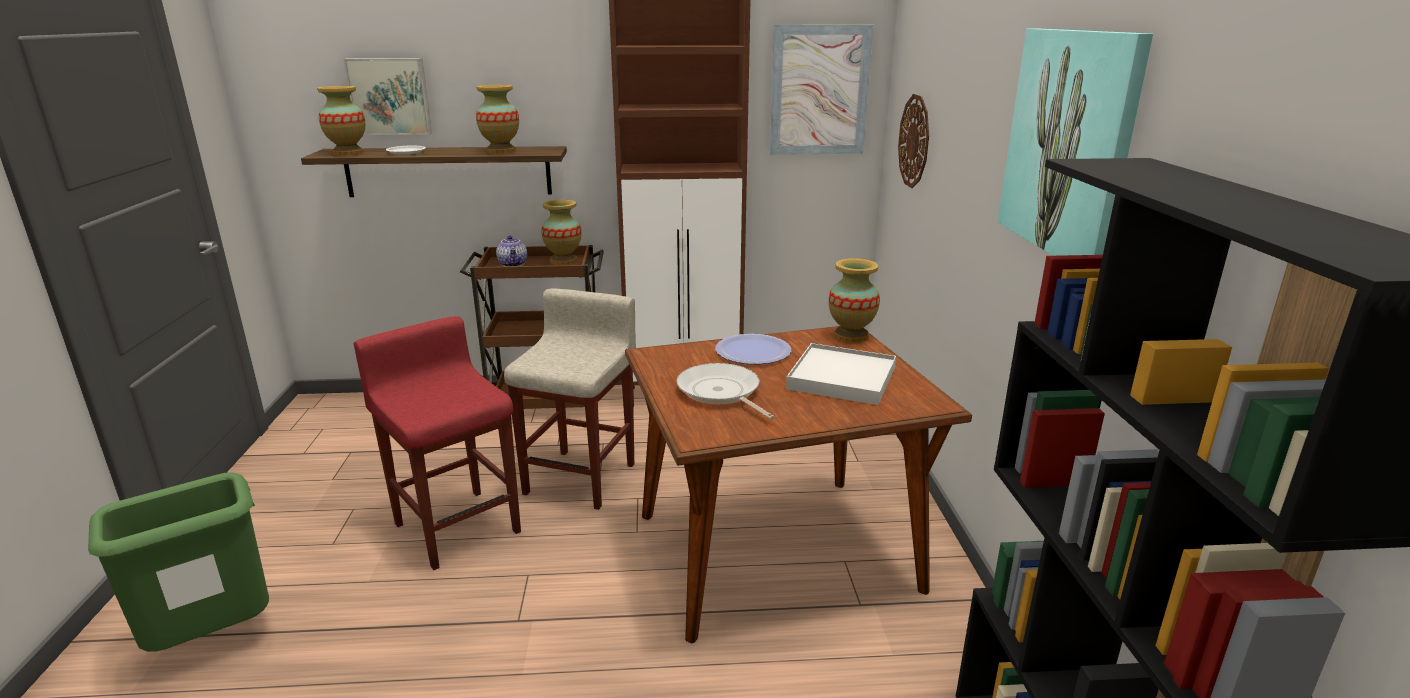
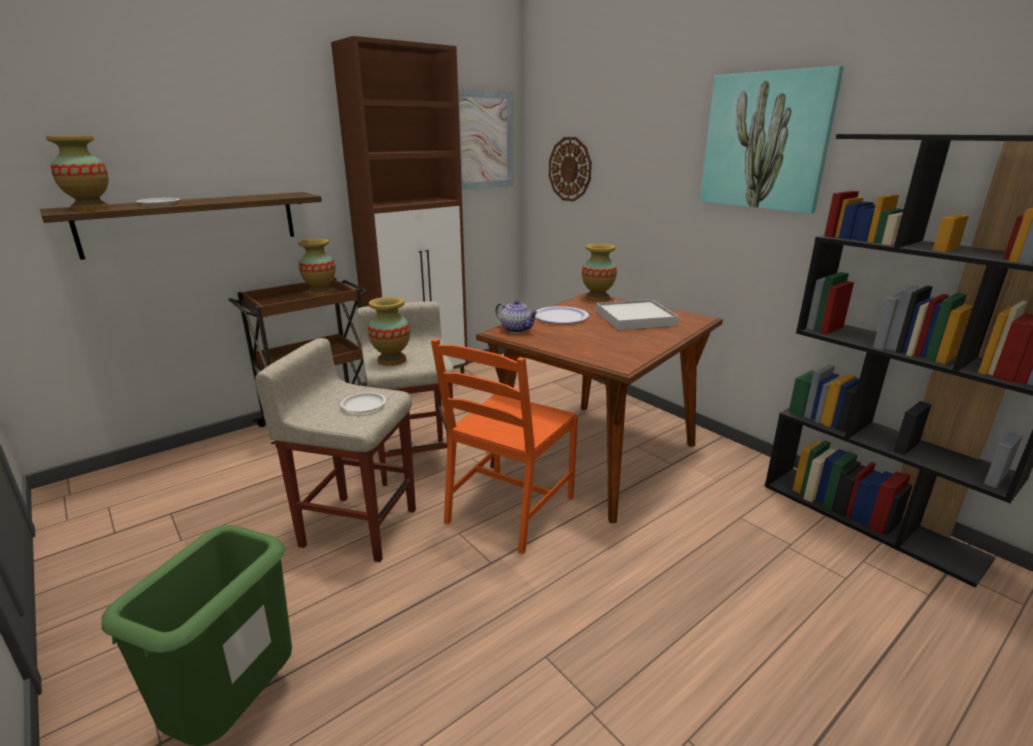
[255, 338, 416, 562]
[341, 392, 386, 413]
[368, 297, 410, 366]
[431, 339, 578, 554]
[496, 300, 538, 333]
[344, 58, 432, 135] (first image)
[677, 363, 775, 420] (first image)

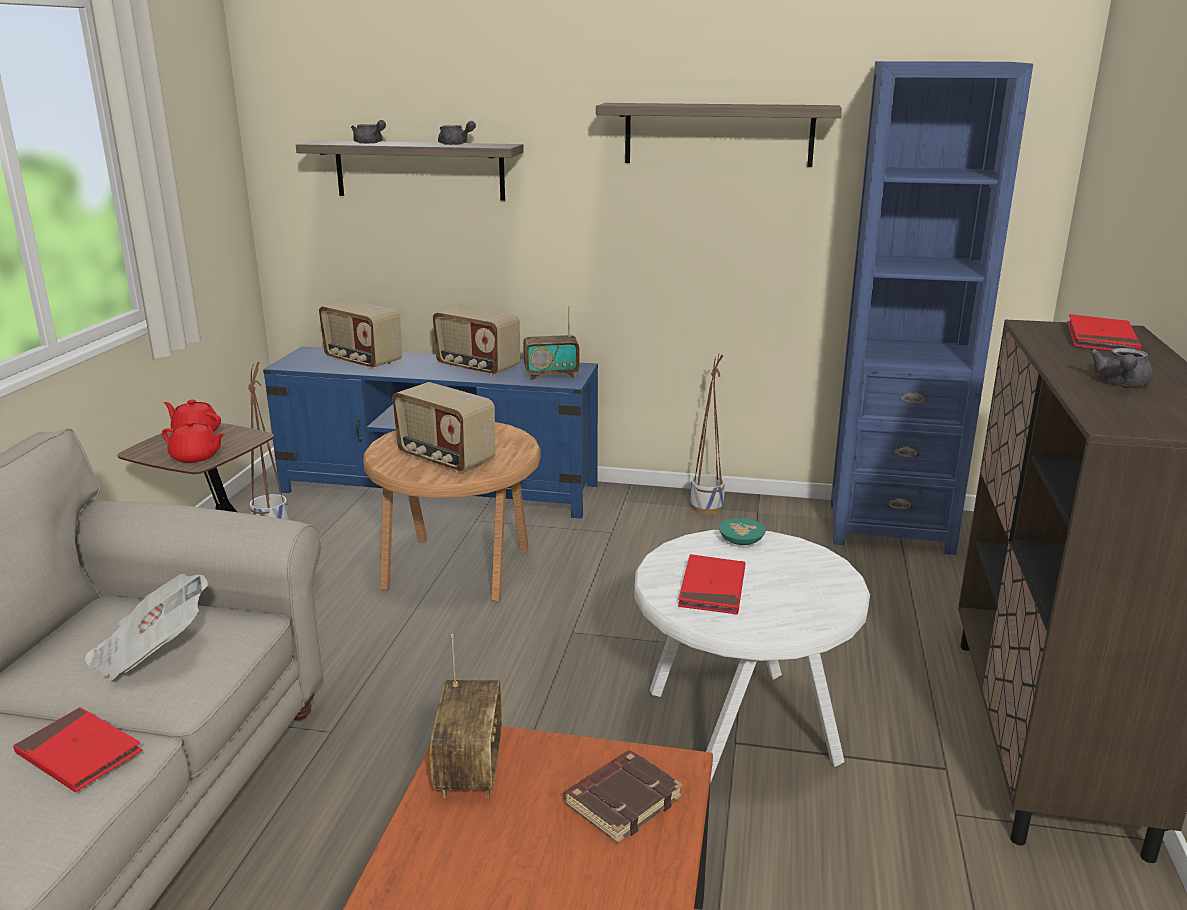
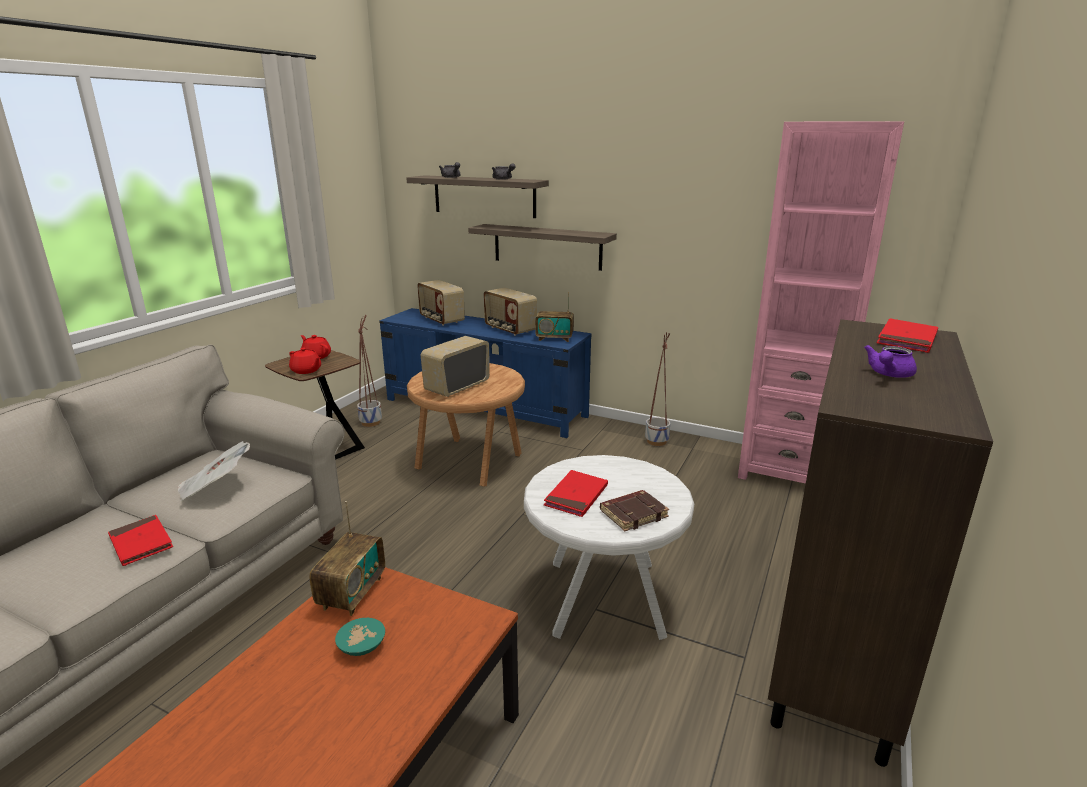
[335, 618, 385, 656]
[421, 336, 490, 397]
[468, 224, 617, 271]
[600, 490, 669, 531]
[738, 121, 904, 484]
[864, 345, 917, 378]

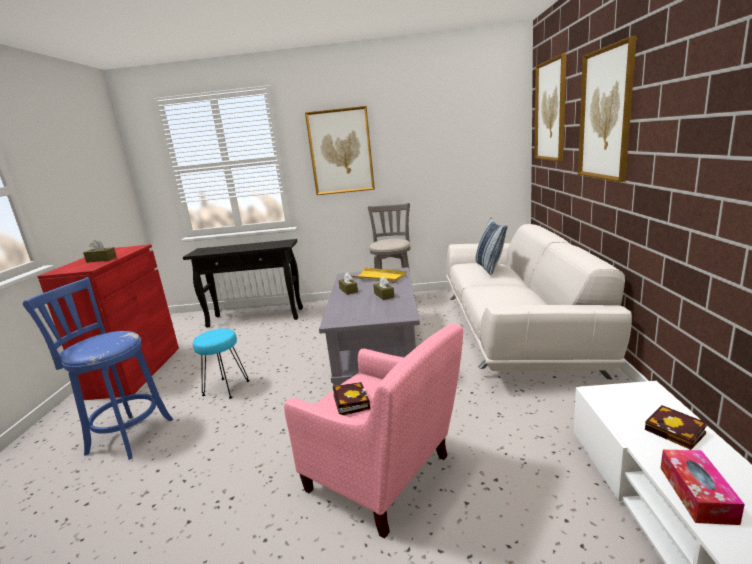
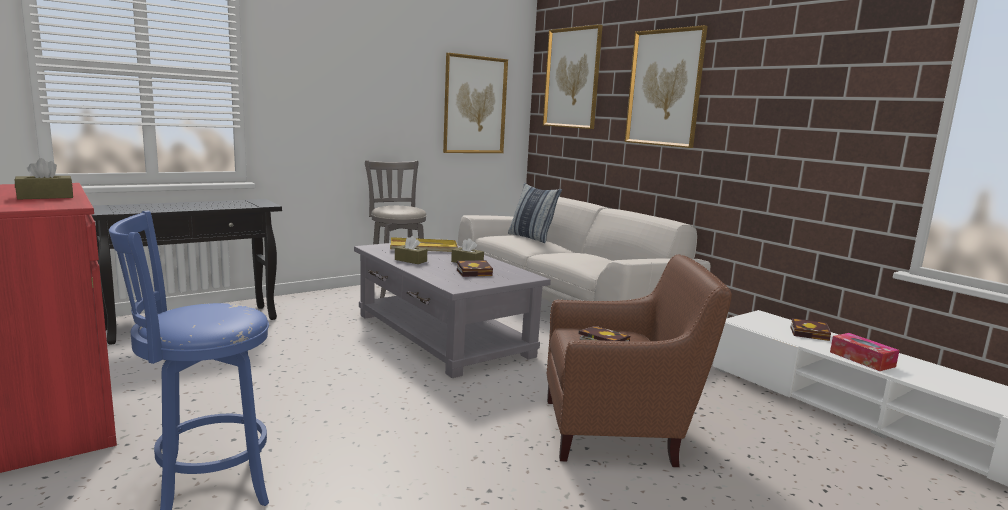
[443, 53, 508, 153]
[457, 260, 493, 277]
[546, 254, 732, 467]
[193, 329, 250, 399] (first image)

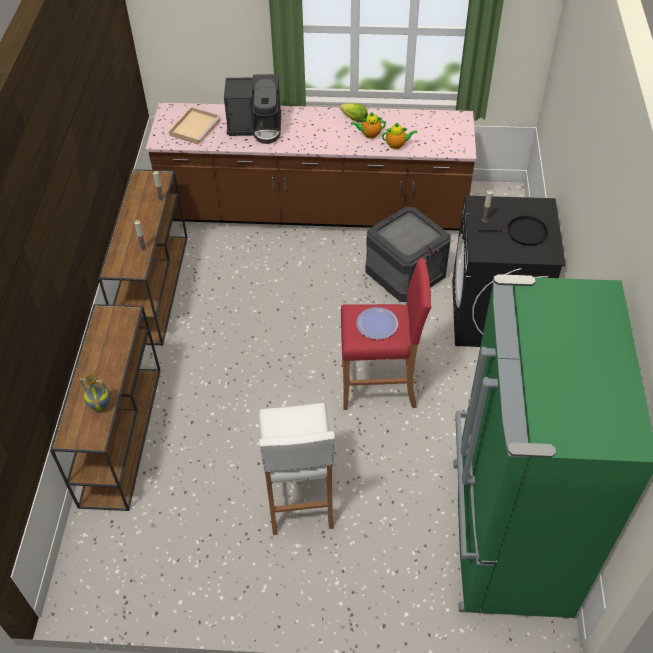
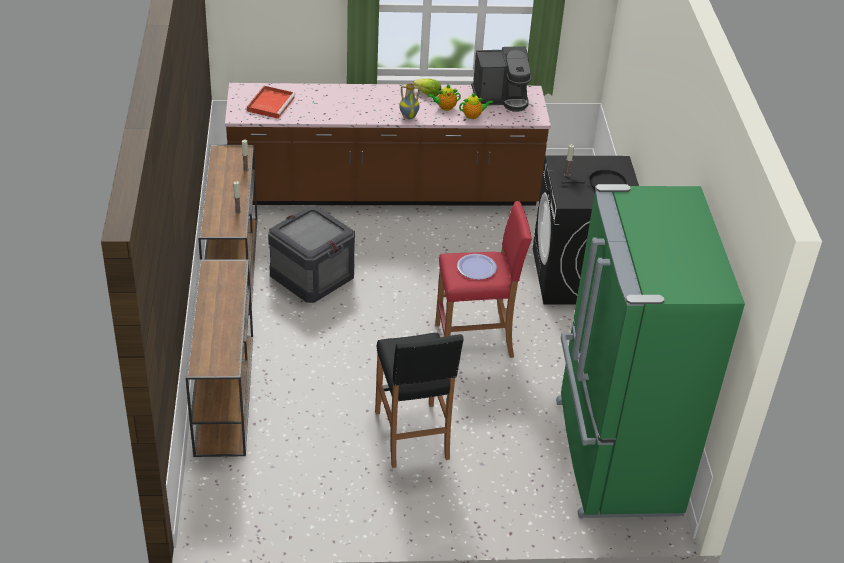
[247, 86, 296, 119]
[268, 206, 355, 303]
[375, 332, 464, 468]
[399, 83, 420, 119]
[471, 46, 531, 112]

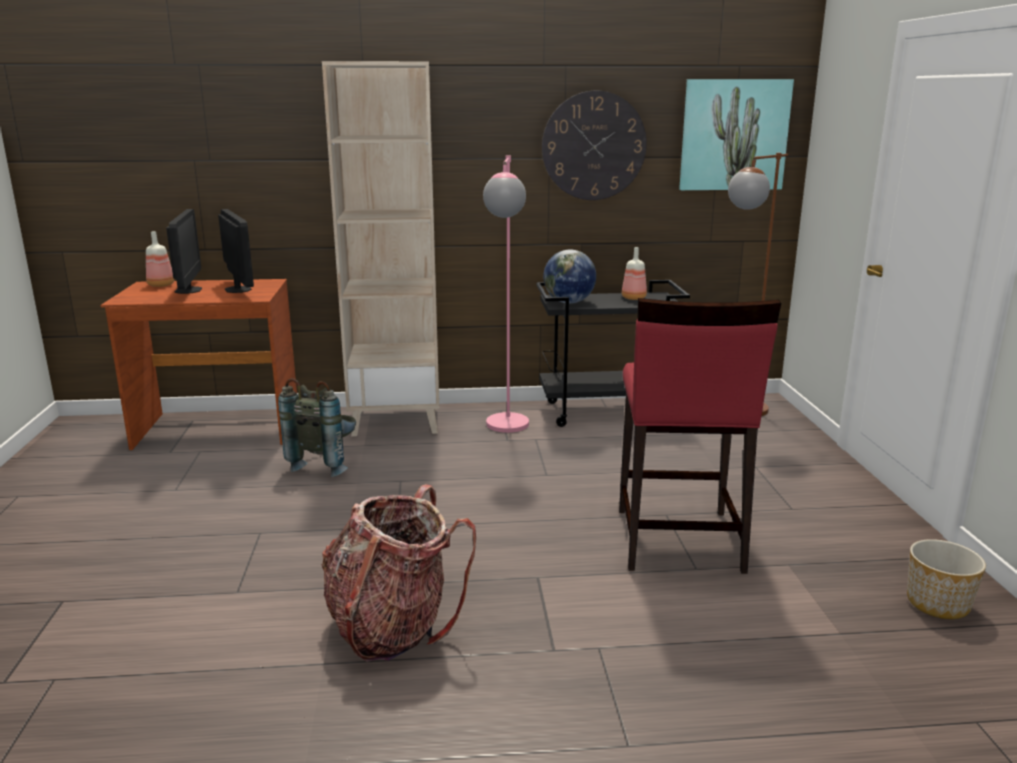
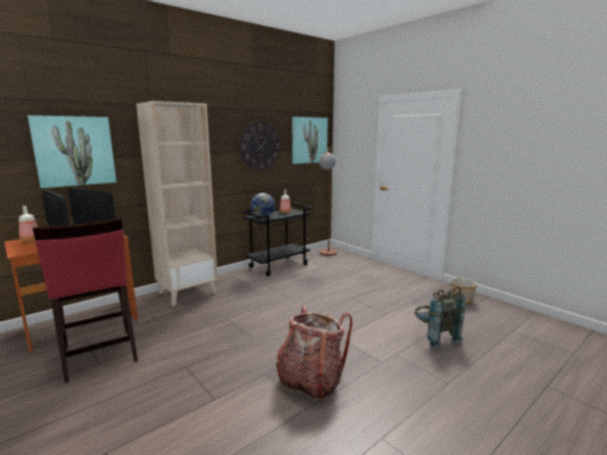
[28, 115, 116, 188]
[33, 218, 138, 383]
[415, 287, 466, 349]
[483, 156, 529, 433] (first image)

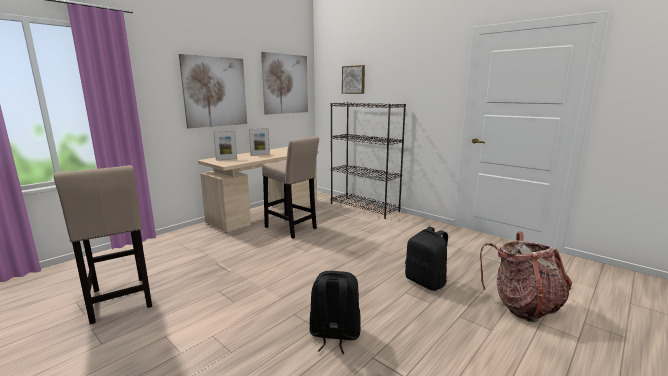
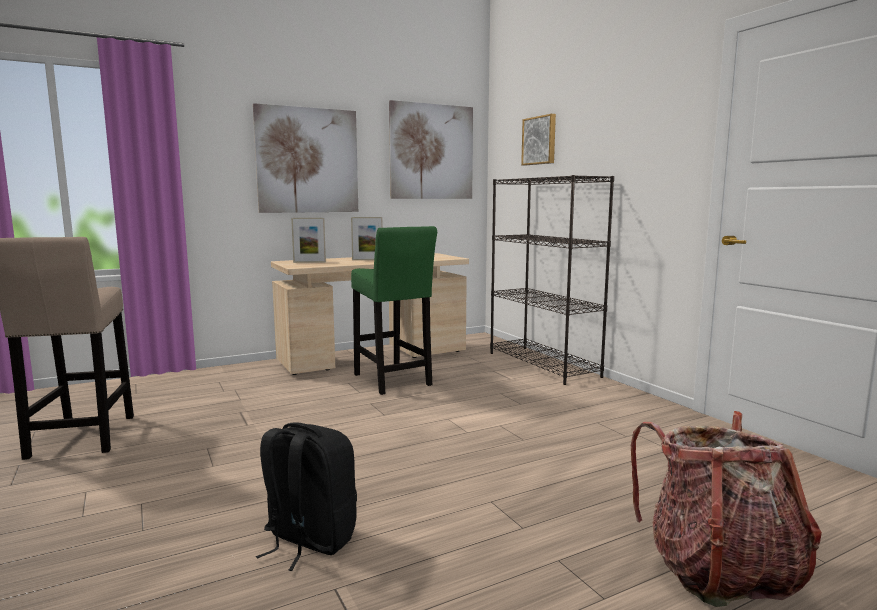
[351, 226, 437, 395]
[405, 226, 448, 291] (first image)

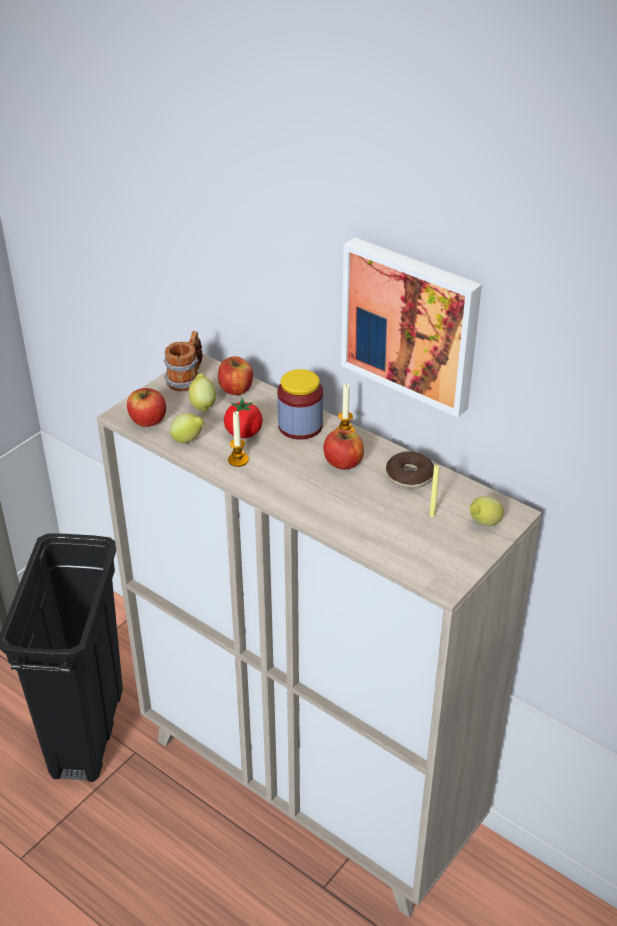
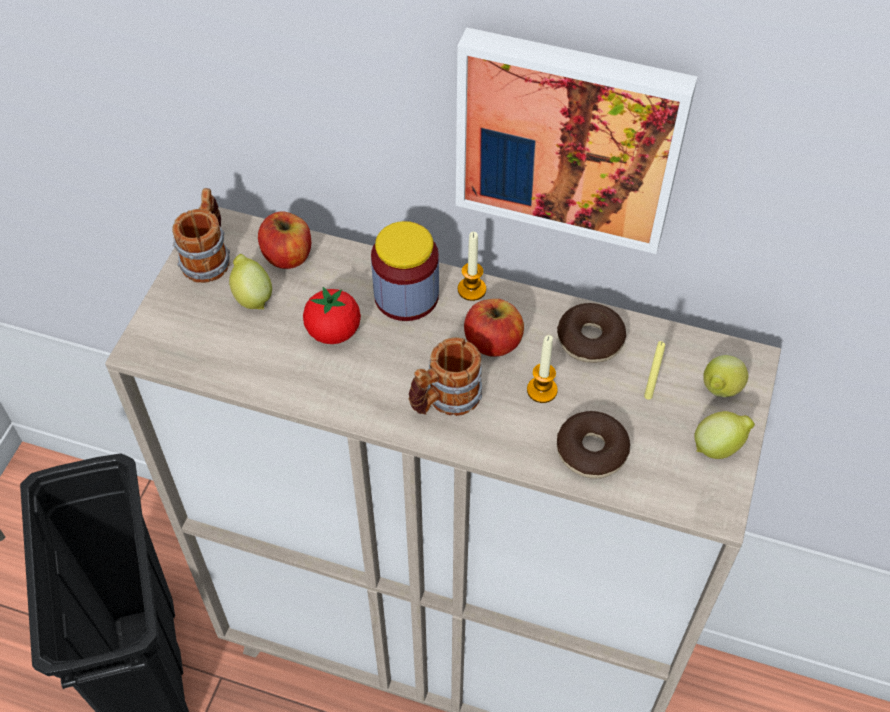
[409, 337, 482, 416]
[527, 335, 558, 403]
[557, 411, 630, 479]
[694, 411, 755, 459]
[127, 388, 166, 427] (first image)

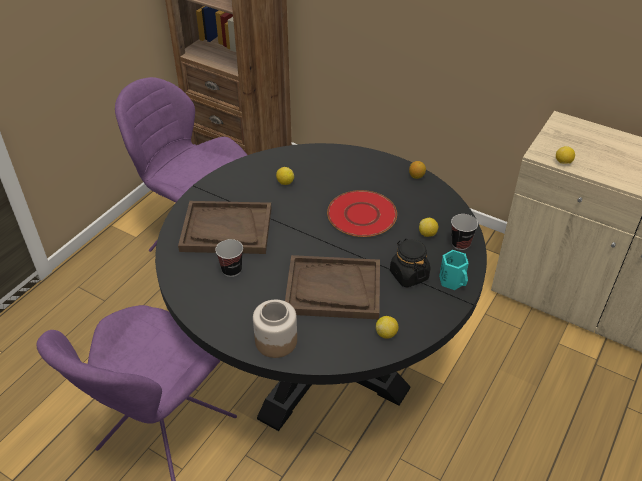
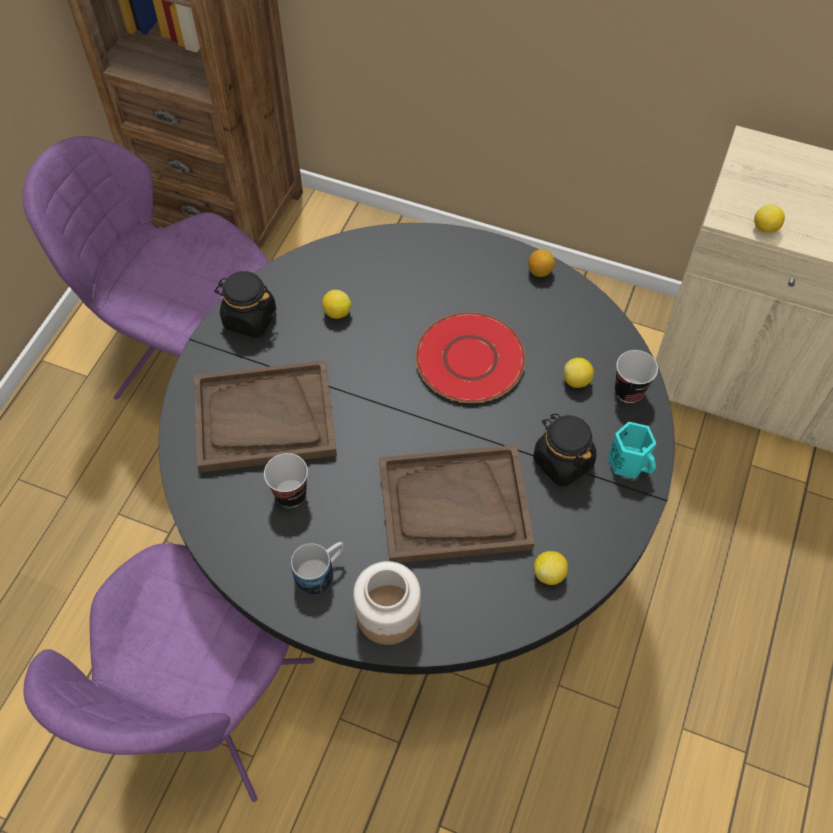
[214, 271, 276, 338]
[291, 542, 344, 595]

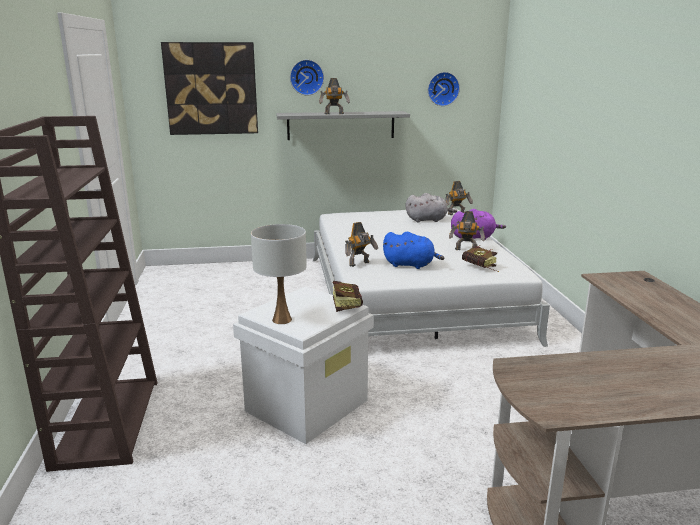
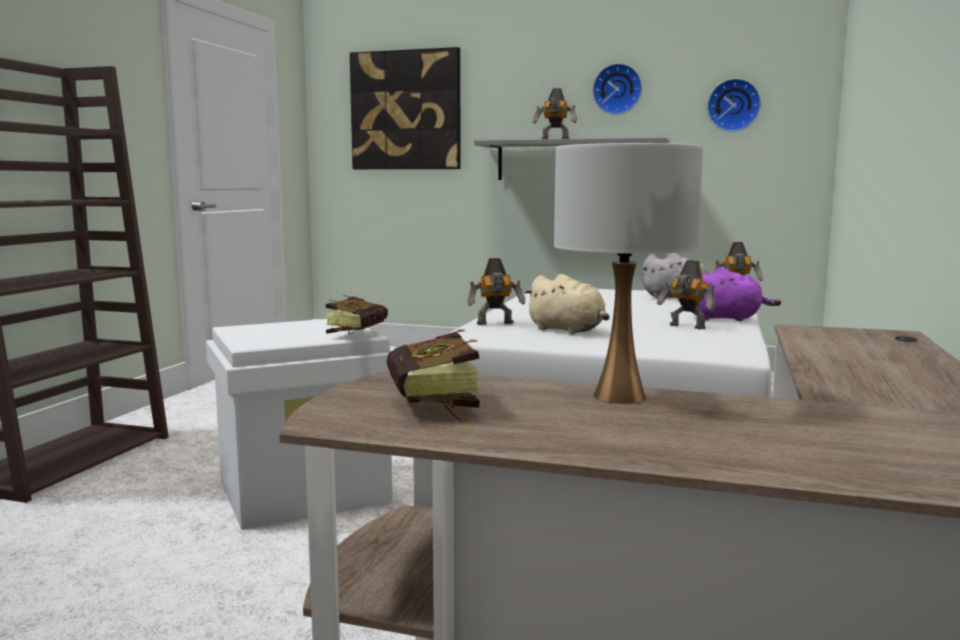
[387, 329, 480, 428]
[524, 274, 609, 334]
[554, 143, 703, 404]
[592, 63, 642, 115]

